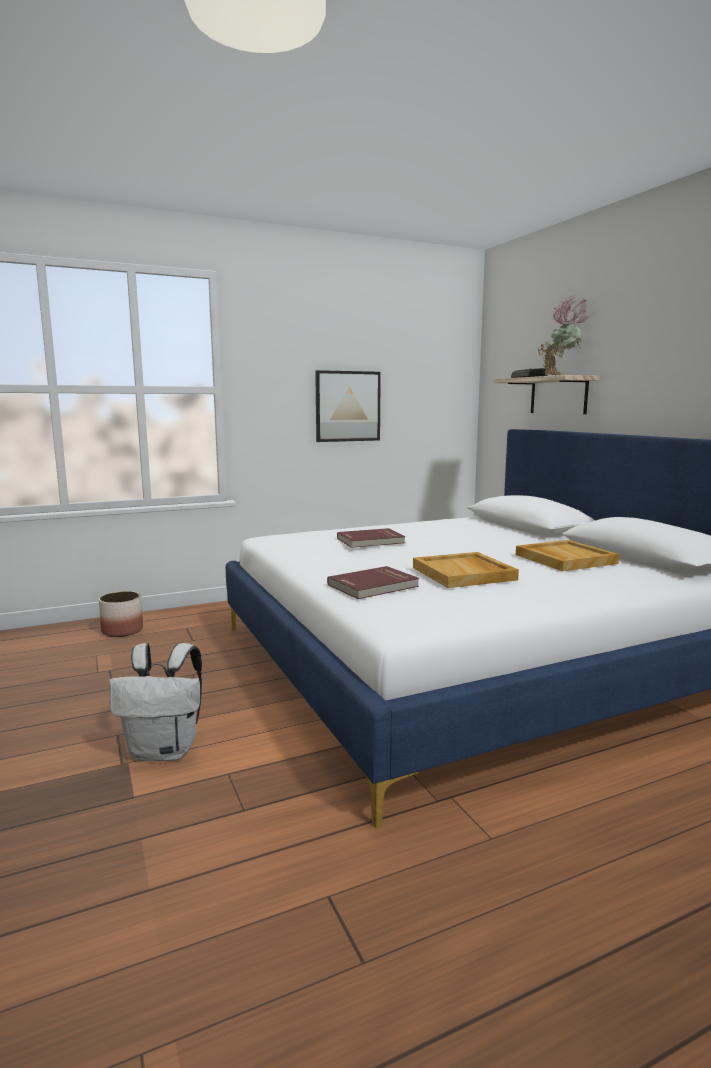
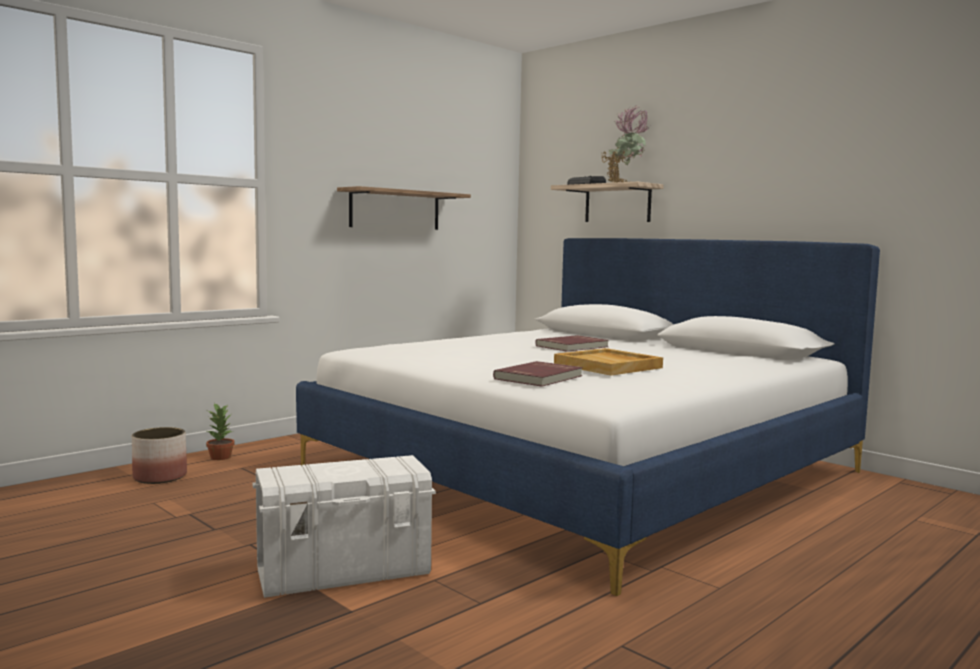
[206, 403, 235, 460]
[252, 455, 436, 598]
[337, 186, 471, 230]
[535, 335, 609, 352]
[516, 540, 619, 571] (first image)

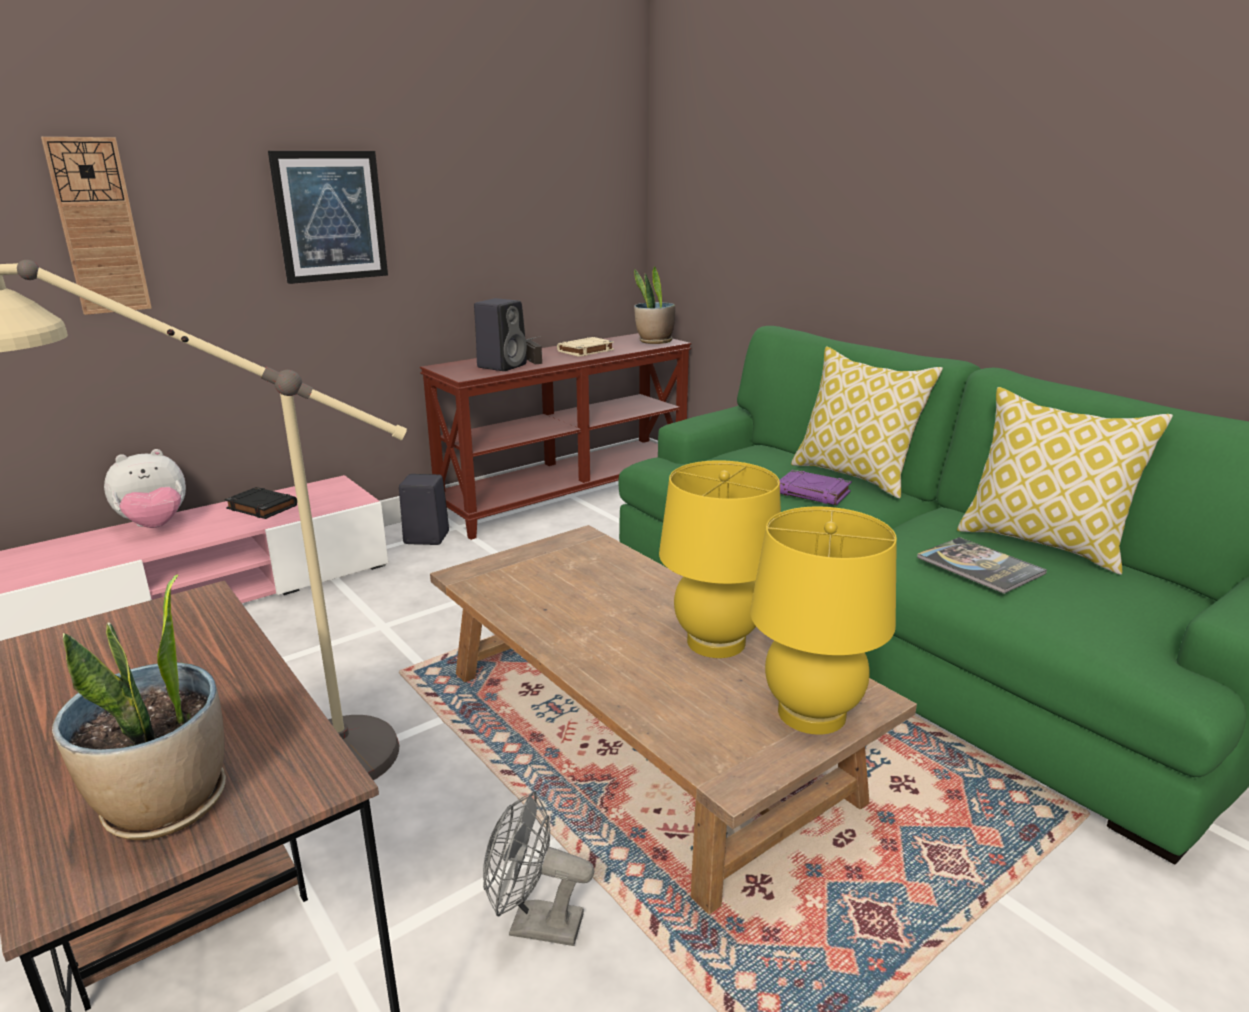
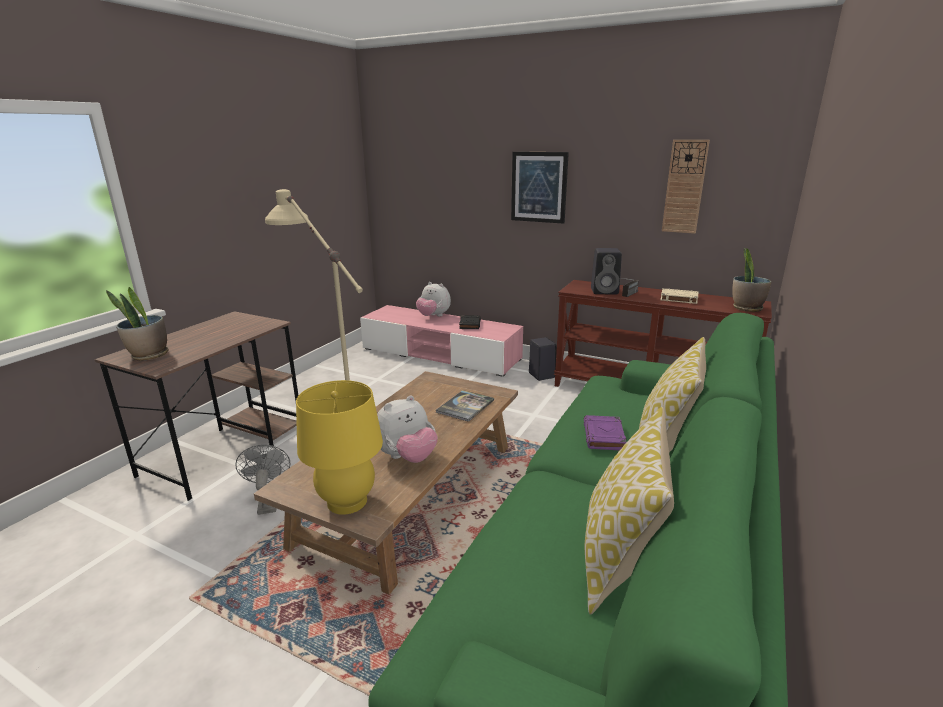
[377, 395, 438, 463]
[436, 390, 494, 422]
[662, 140, 710, 234]

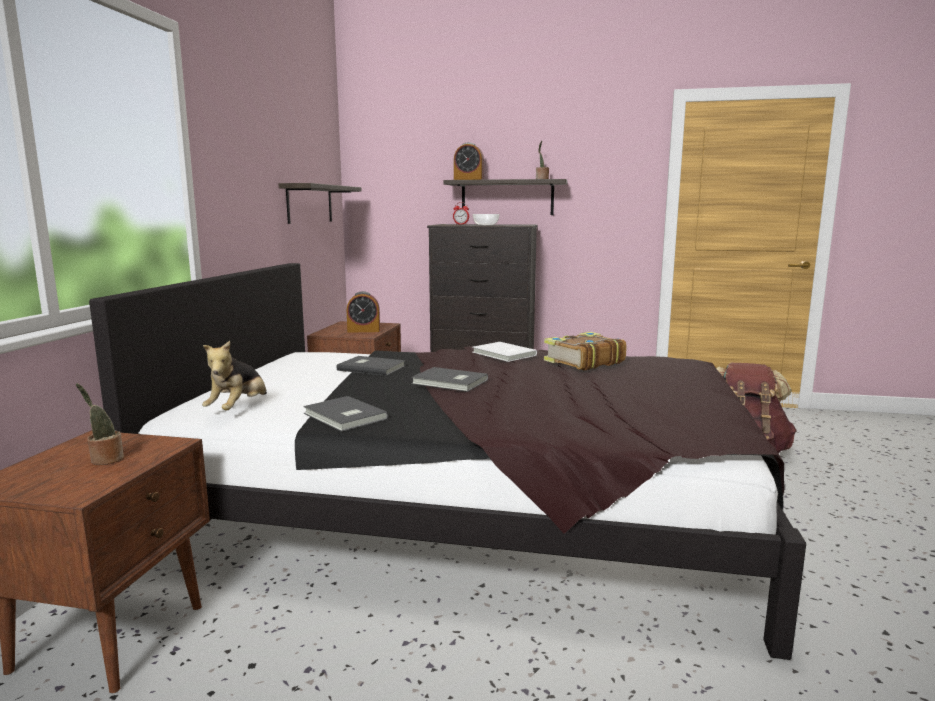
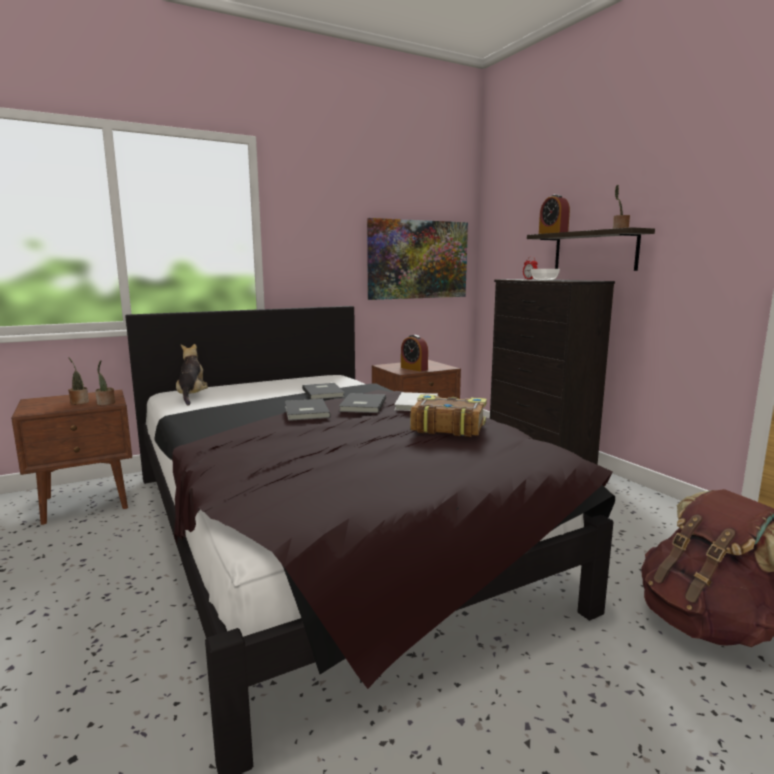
[95, 360, 115, 405]
[176, 344, 208, 406]
[339, 393, 386, 413]
[367, 218, 468, 300]

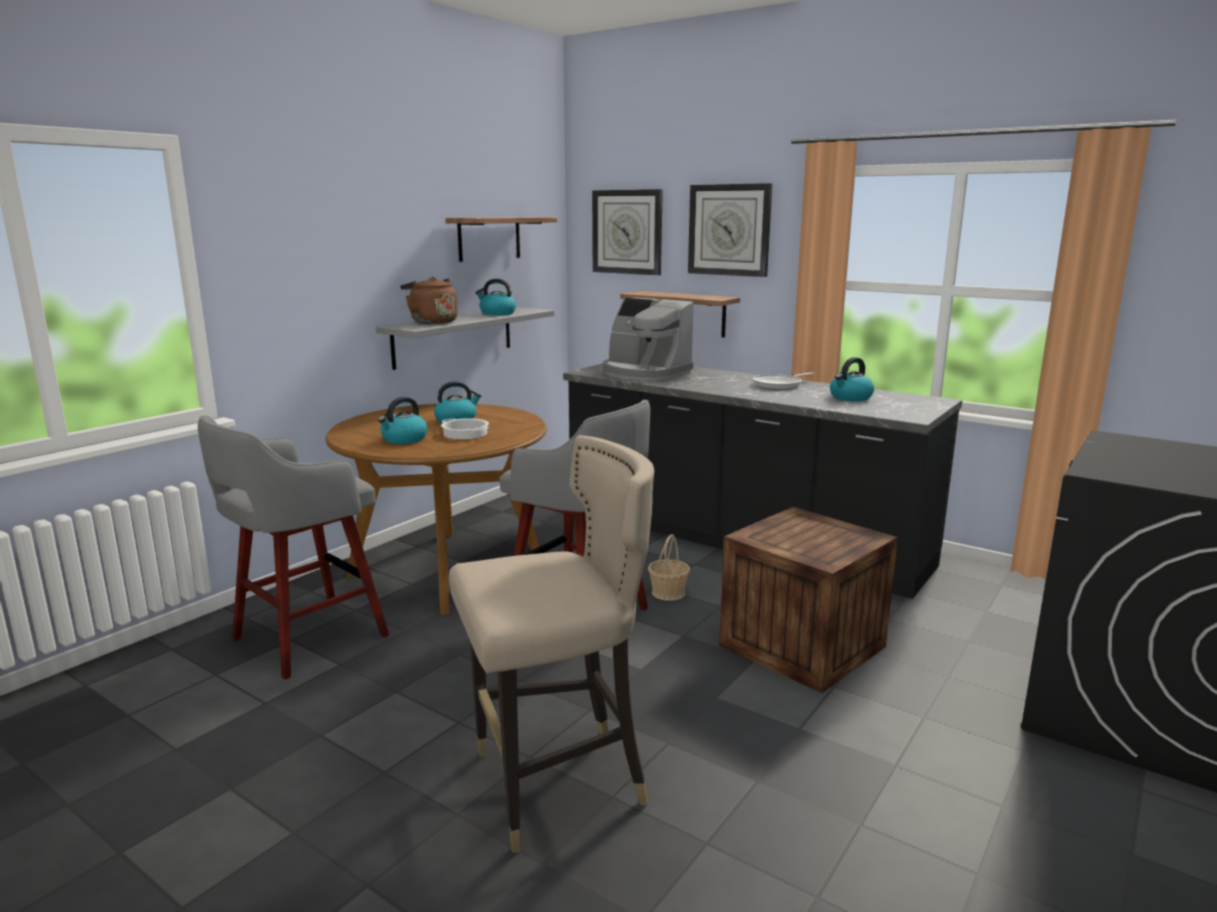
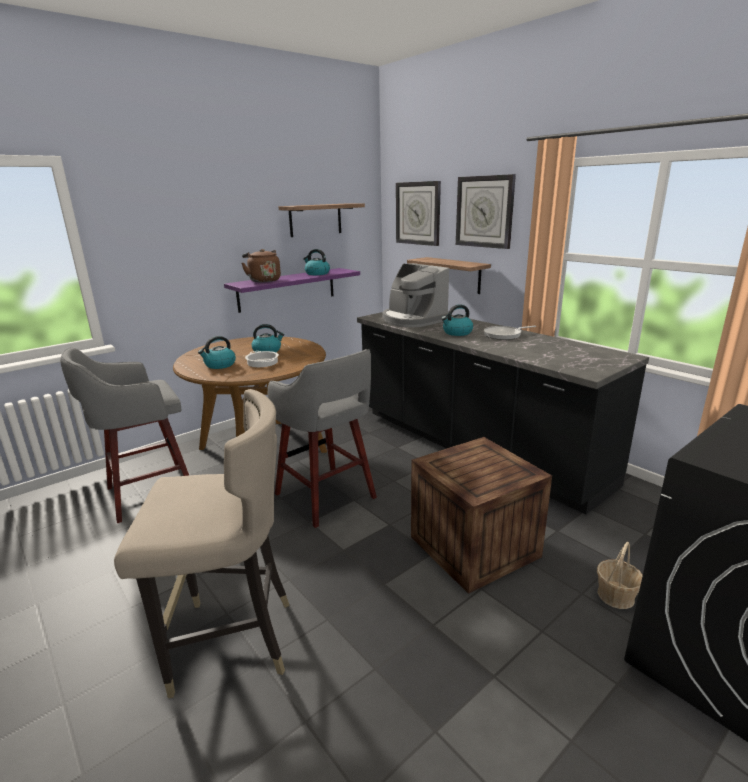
[224, 268, 360, 313]
[441, 304, 473, 336]
[597, 542, 643, 609]

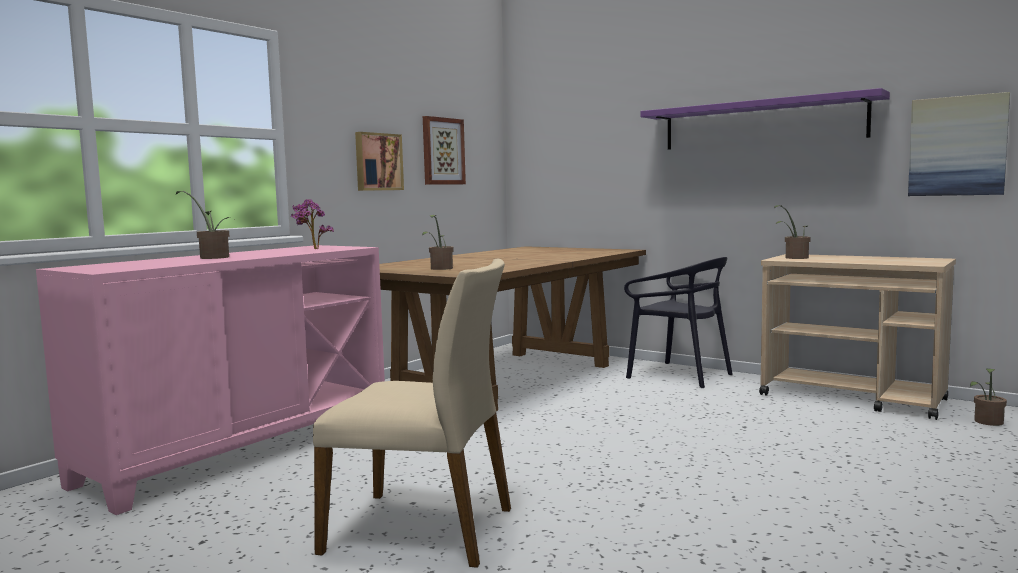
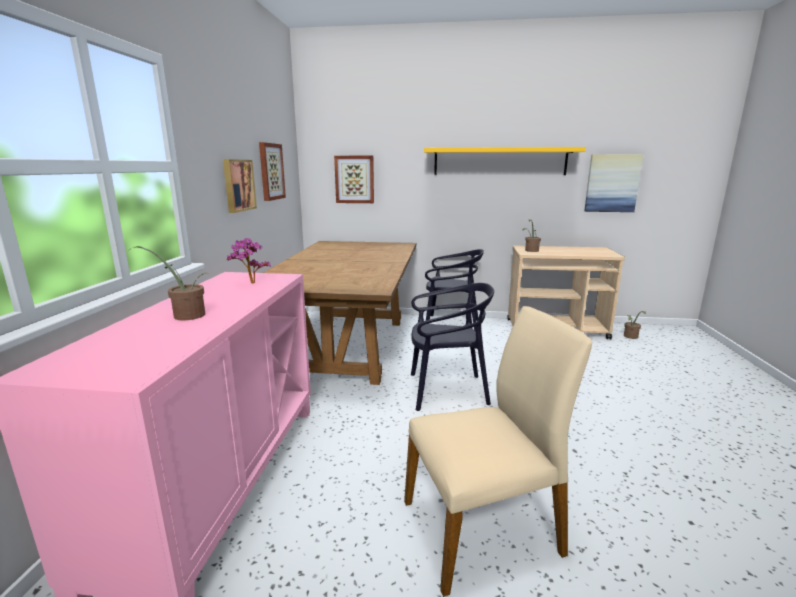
[334, 156, 374, 203]
[411, 283, 494, 411]
[424, 147, 586, 175]
[422, 215, 454, 270] (first image)

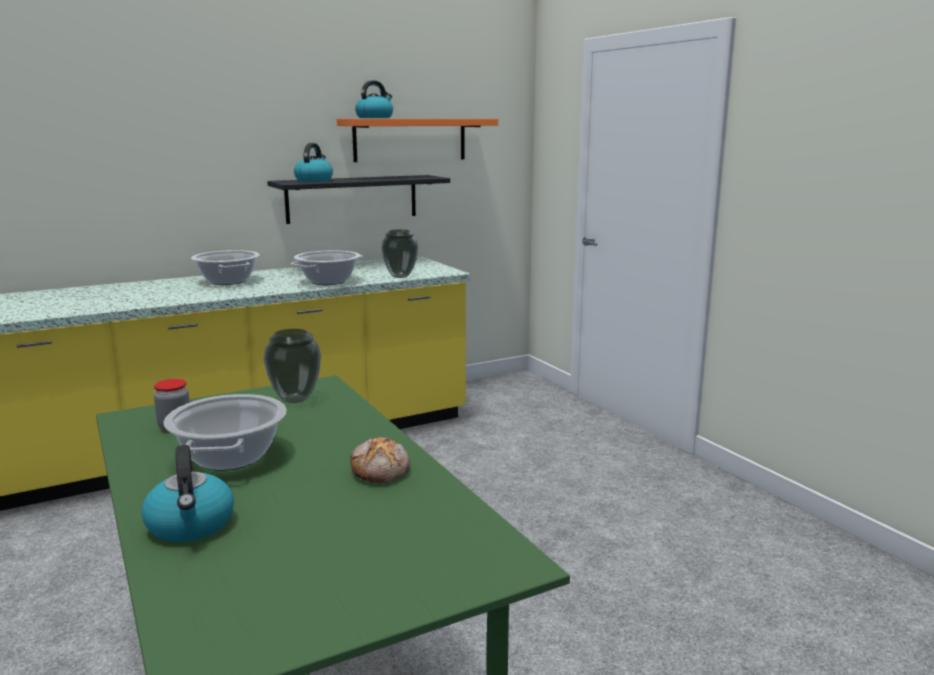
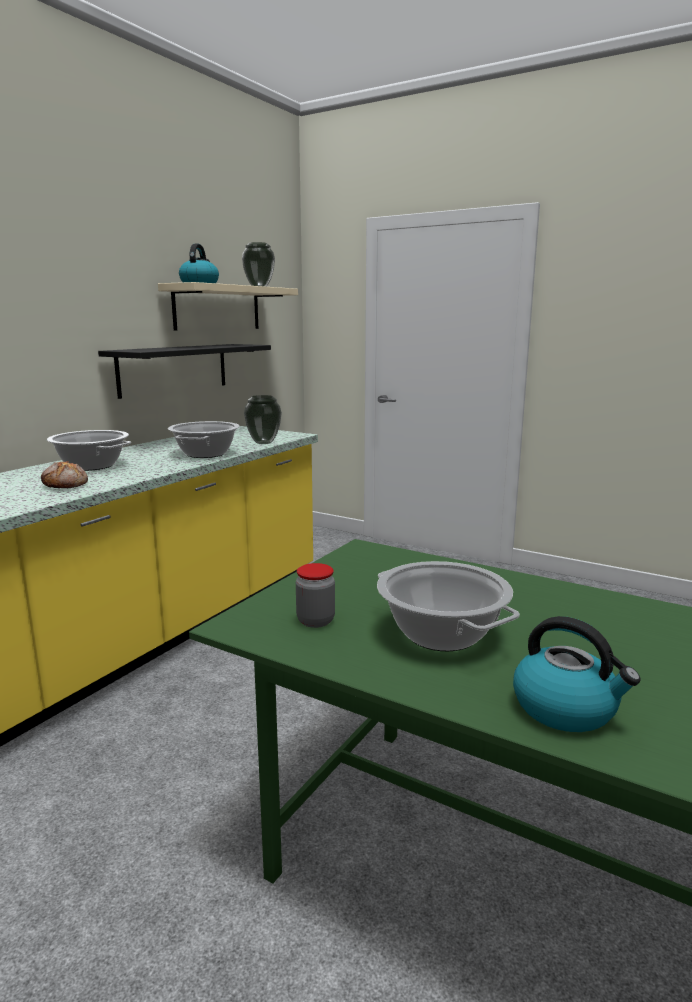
[41, 461, 88, 488]
[158, 282, 298, 331]
[242, 242, 275, 287]
[294, 143, 333, 182] (first image)

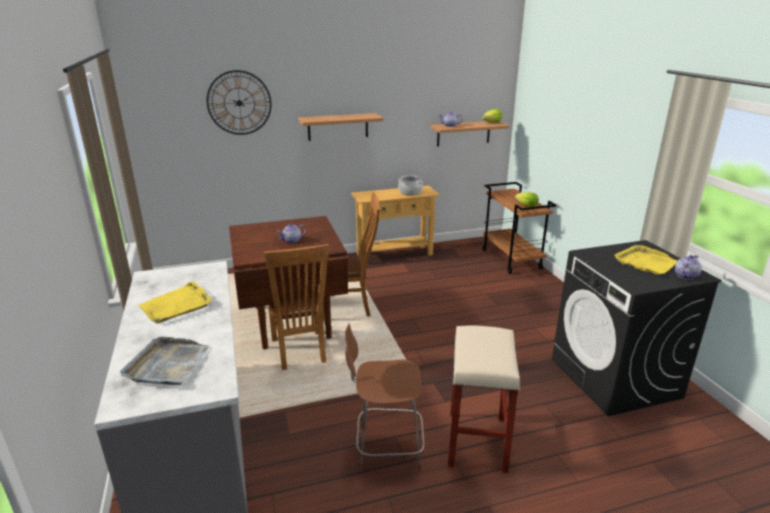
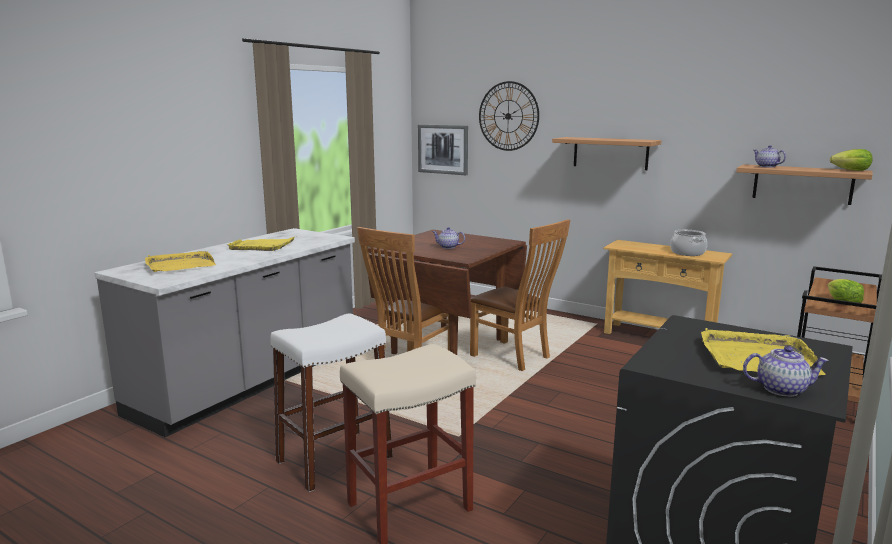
[145, 251, 216, 272]
[270, 313, 393, 492]
[418, 124, 468, 175]

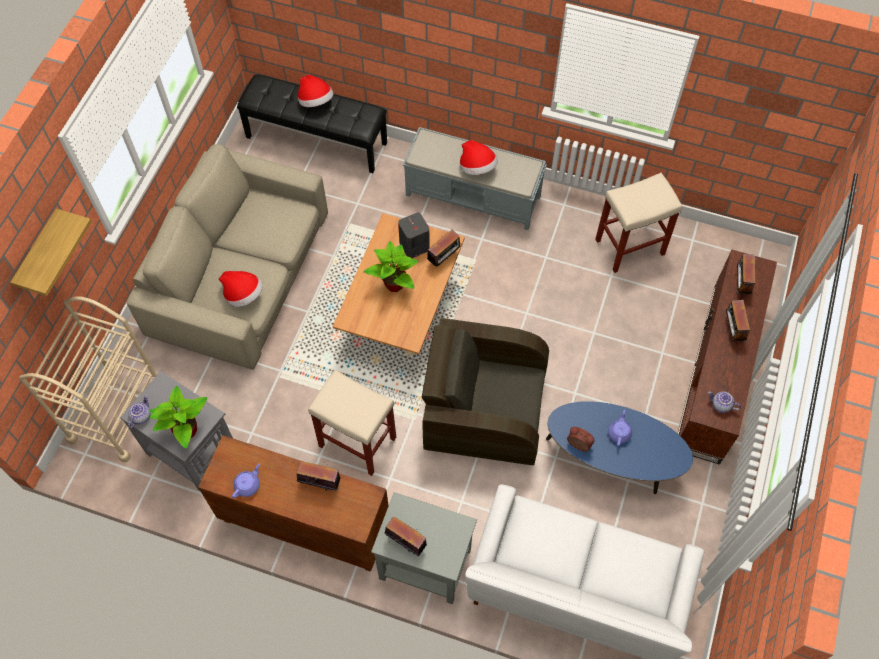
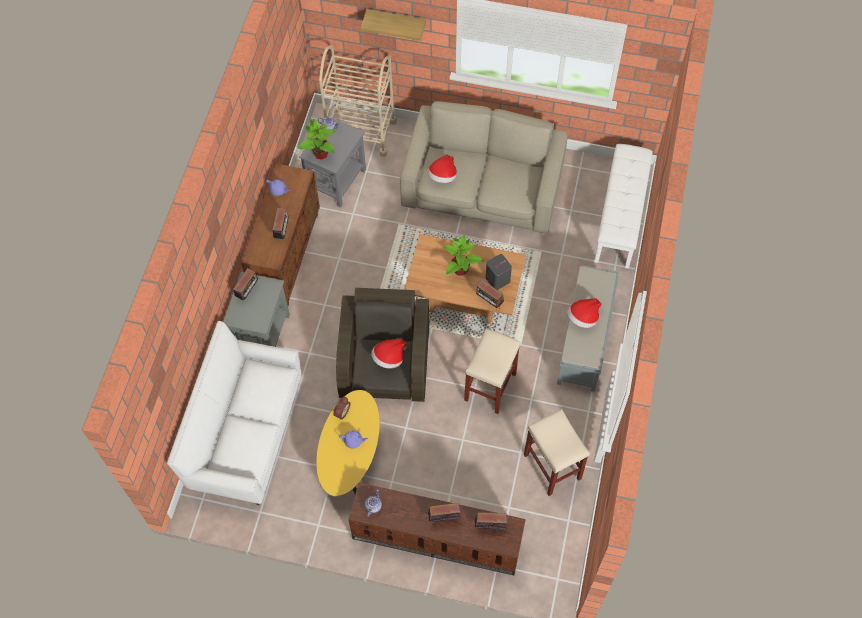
[316, 390, 380, 497]
[371, 339, 407, 369]
[464, 328, 521, 414]
[594, 144, 653, 269]

